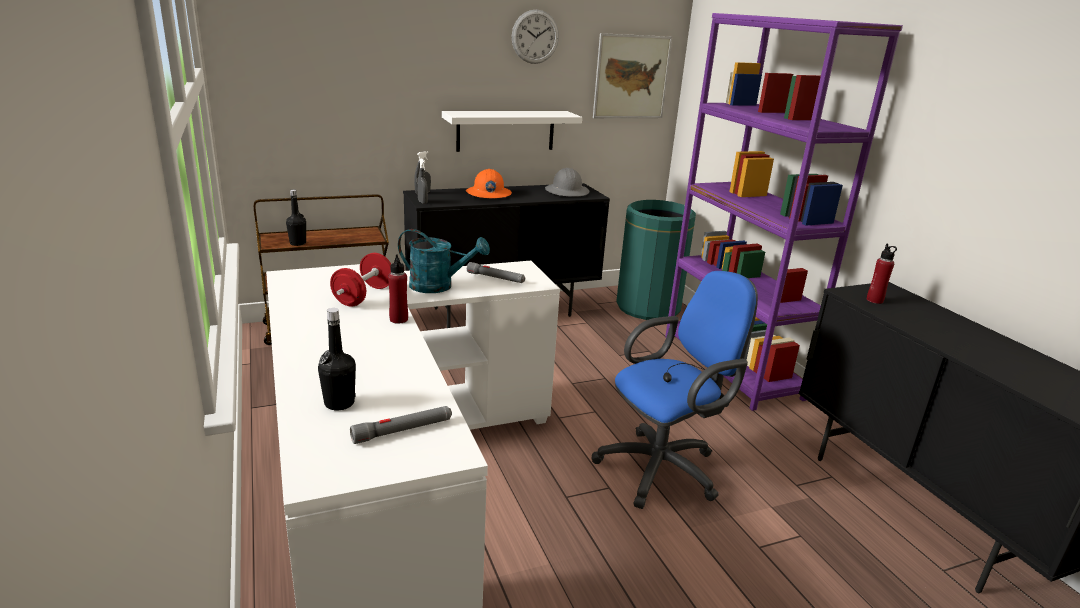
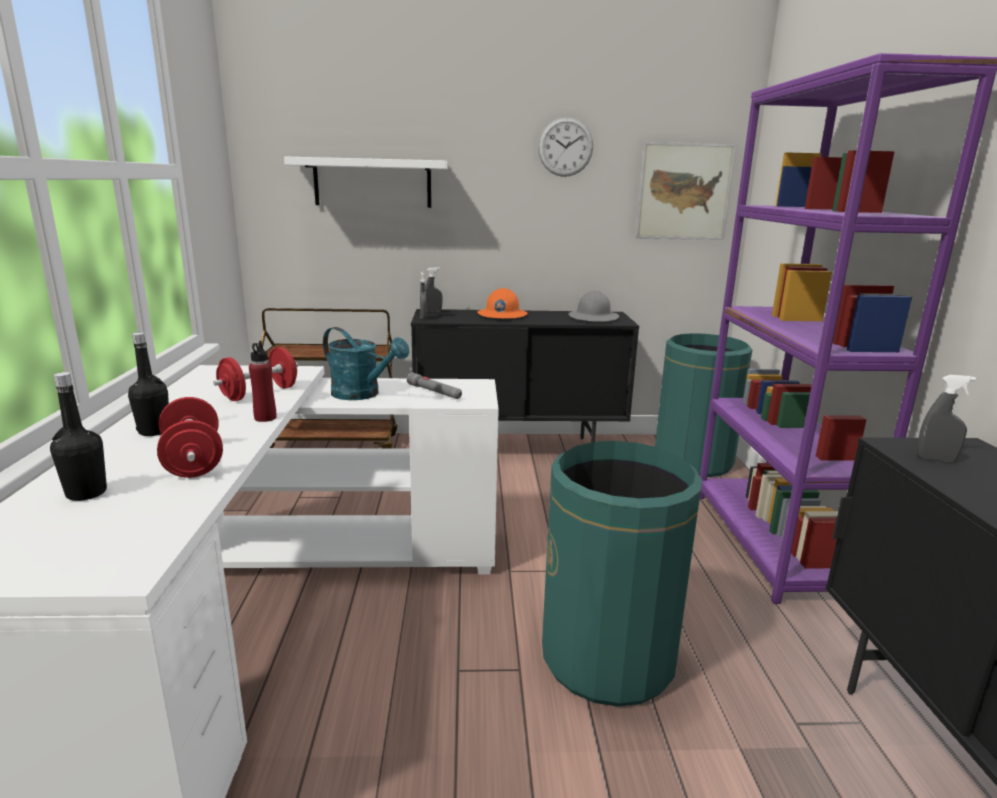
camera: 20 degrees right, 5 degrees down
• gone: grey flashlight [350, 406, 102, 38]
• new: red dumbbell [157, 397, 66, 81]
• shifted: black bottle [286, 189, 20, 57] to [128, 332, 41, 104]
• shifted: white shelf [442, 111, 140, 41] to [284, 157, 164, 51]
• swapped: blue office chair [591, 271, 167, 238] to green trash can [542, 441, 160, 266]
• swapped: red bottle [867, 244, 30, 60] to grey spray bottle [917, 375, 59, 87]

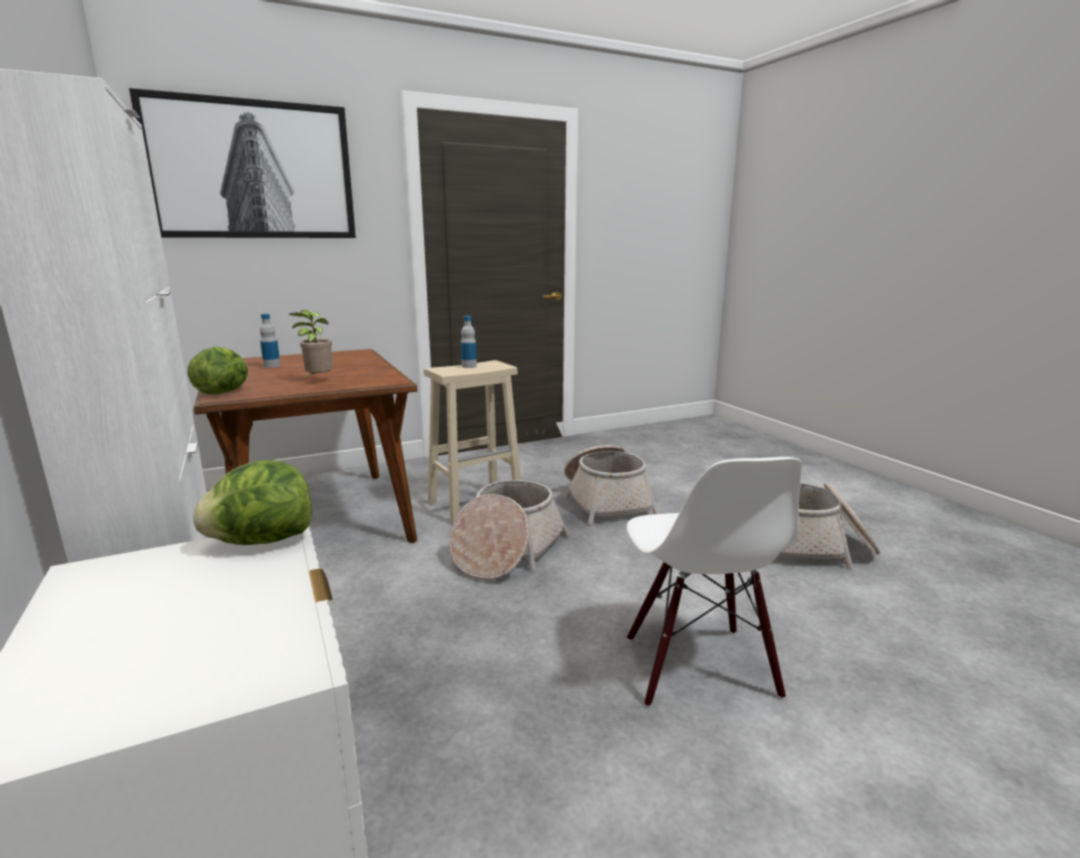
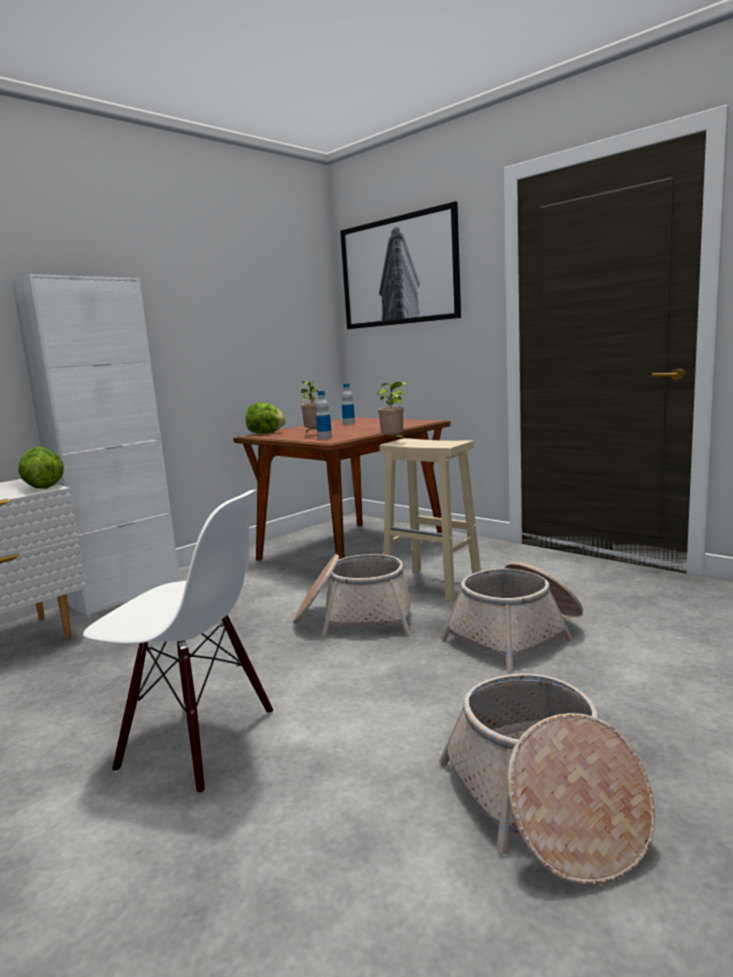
camera: 70 degrees right, 5 degrees down
• new: potted plant [377, 382, 31, 57]
• shifted: bottle [461, 316, 16, 52] to [316, 390, 16, 49]
• rotated: white chair [627, 457, 175, 250] = [83, 490, 190, 304] 135 degrees counterclockwise

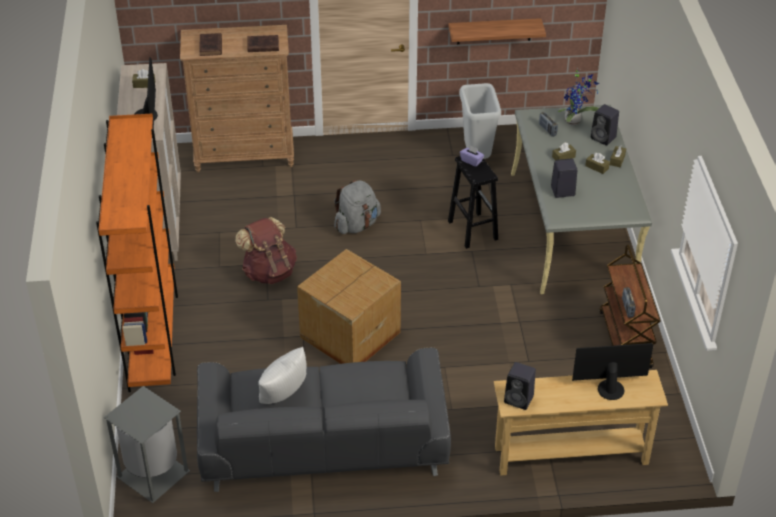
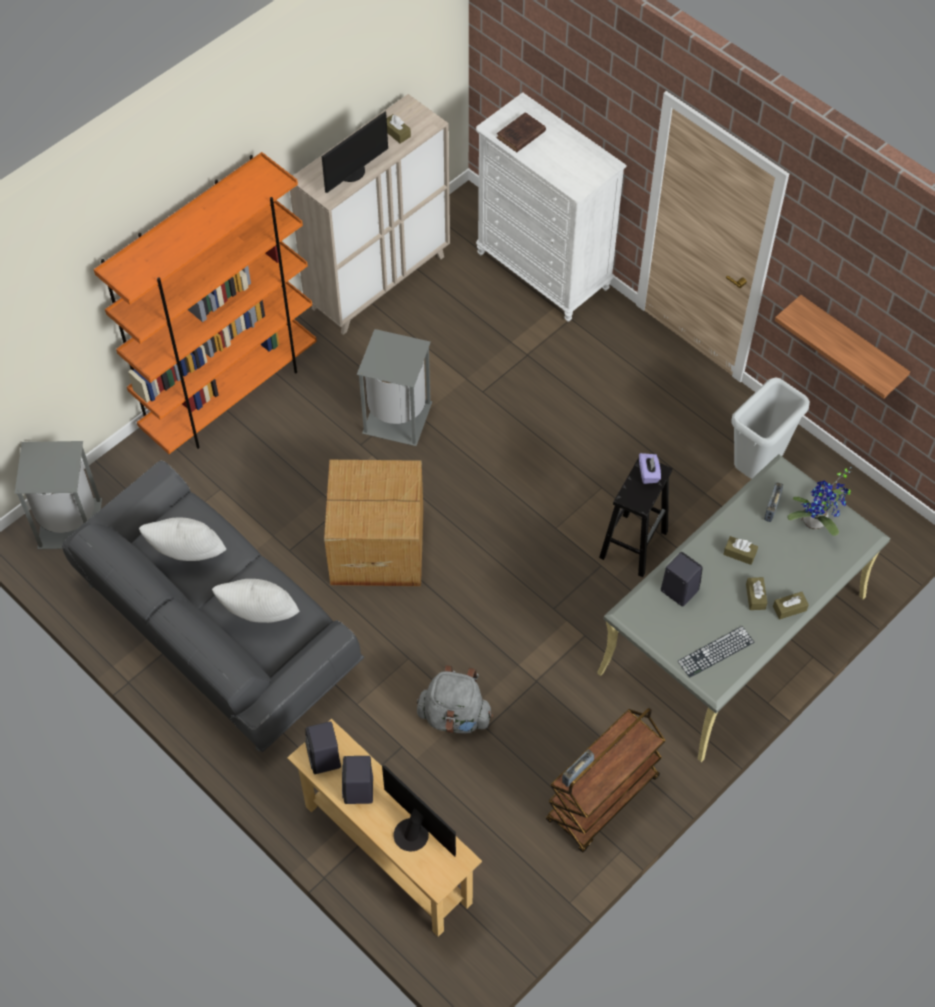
camera: 50 degrees right, 15 degrees up
• gone: brown book [247, 35, 32, 17]
• new: white pillow [212, 579, 88, 44]
• new: keyboard [678, 626, 77, 52]
• shifted: grey backpack [334, 180, 47, 54] to [417, 665, 76, 69]
• shifted: black speaker [591, 104, 28, 41] to [342, 756, 31, 48]
• swapped: brown backpack [235, 217, 62, 67] to grey trash can [357, 329, 76, 117]
• repainted: brown dresser [180, 25, 114, 147] to white dresser [476, 92, 151, 230]

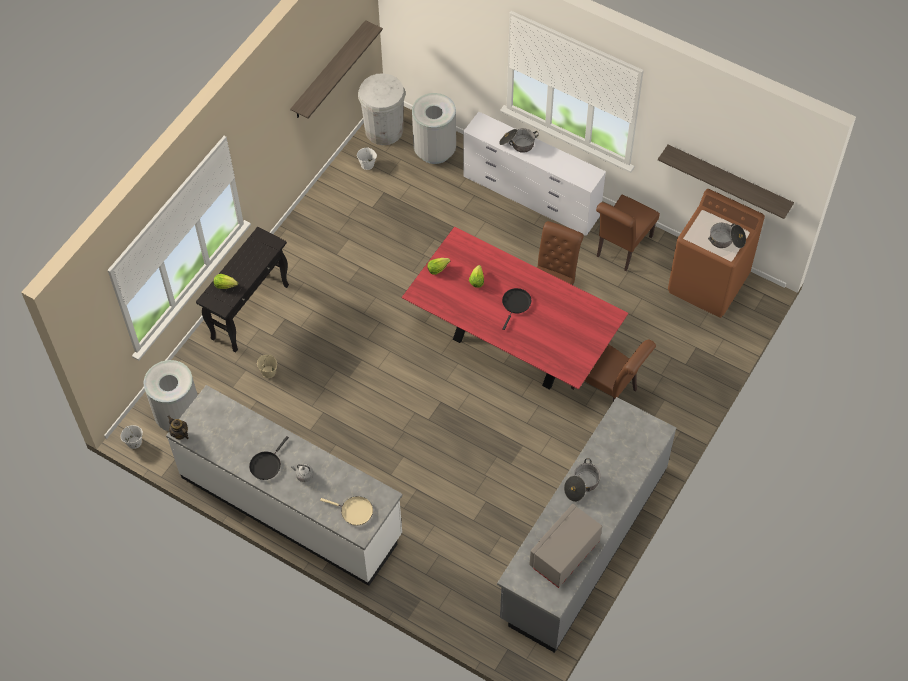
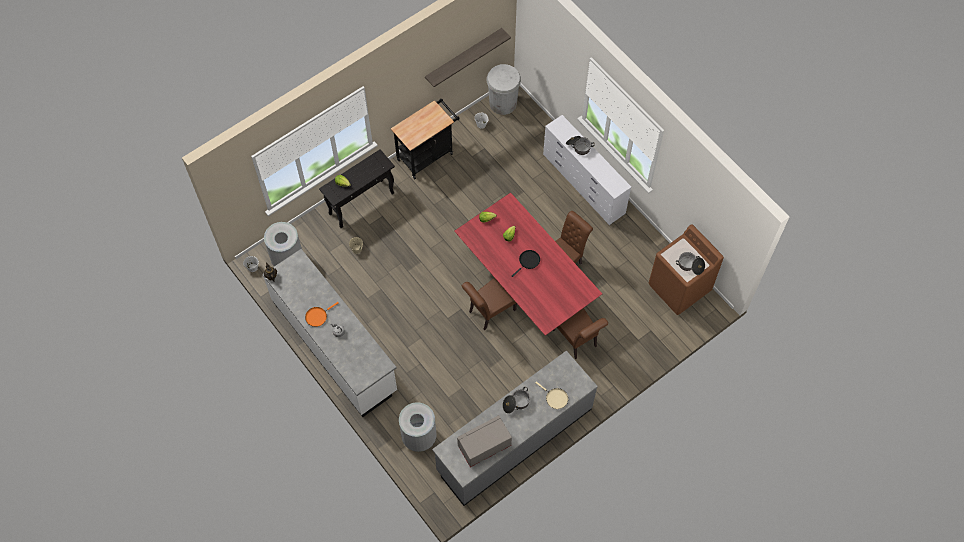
camera: 20 degrees right, 5 degrees up
• gone: shelf [658, 145, 136, 74]
• new: black cart [391, 99, 68, 80]
• shifted: beige frying pan [320, 496, 53, 30] to [535, 381, 33, 28]
• shifted: grey trash can [412, 93, 44, 71] to [399, 402, 37, 50]
• shifted: brown chair [596, 195, 64, 76] to [462, 278, 55, 53]
• repainted: black frying pan [249, 436, 40, 44] to orange frying pan [305, 302, 34, 25]

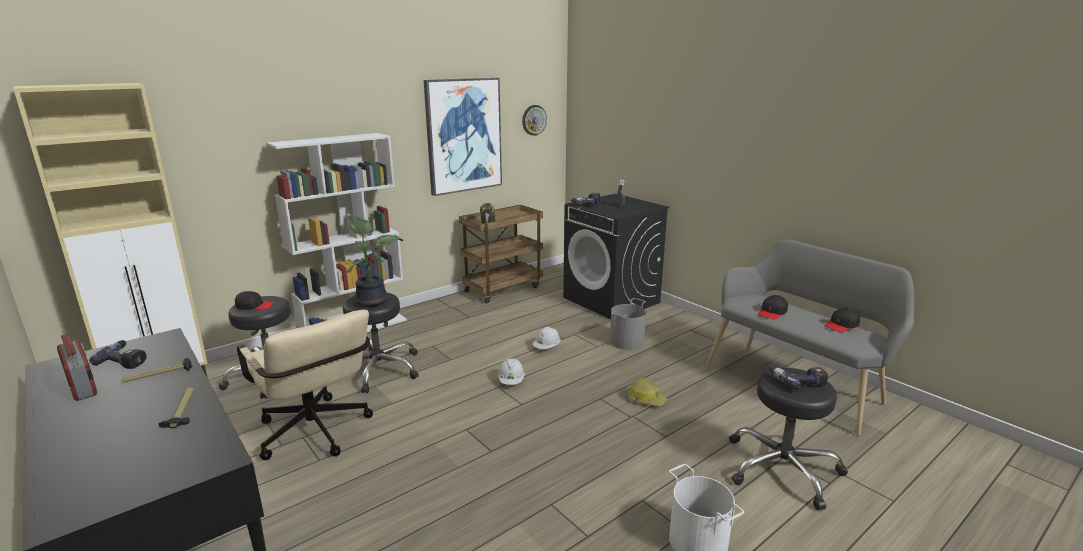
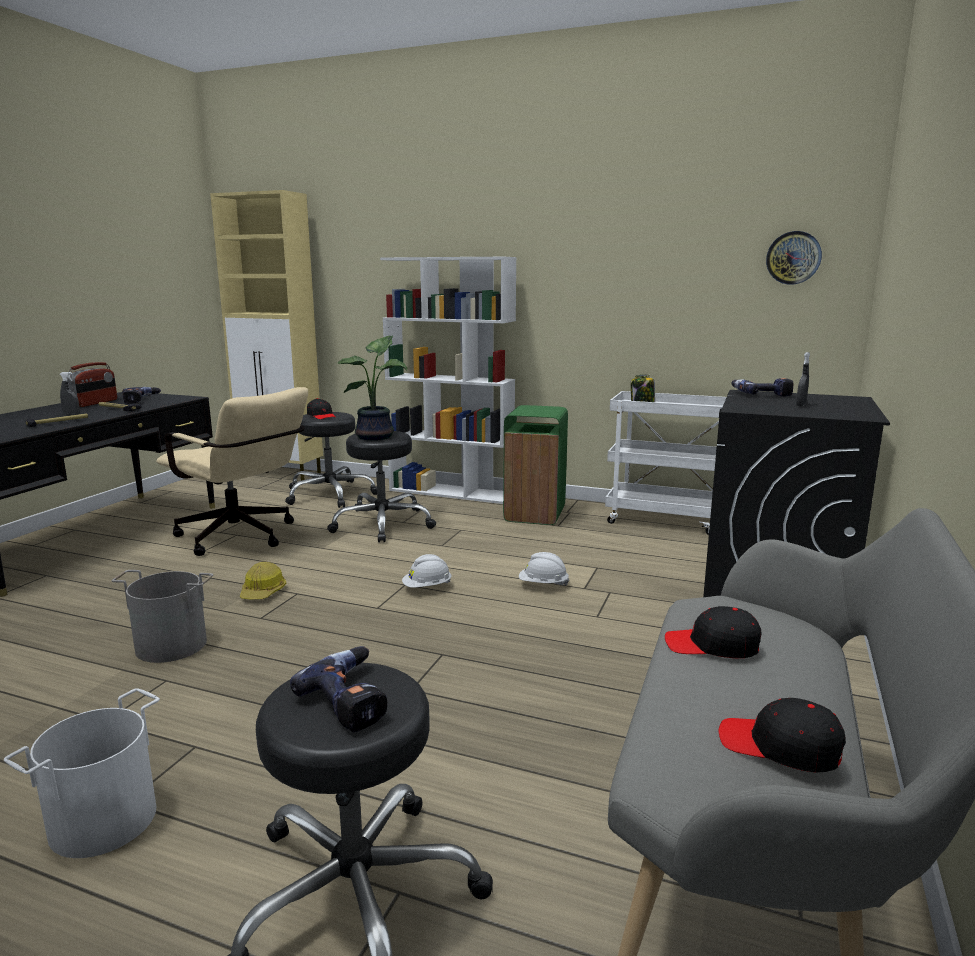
camera: 60 degrees right, 5 degrees down
• gone: picture [424, 78, 78, 118]
• new: grey spray bottle [60, 372, 20, 43]
• new: green trash can [503, 405, 65, 120]
• shifted: grey bucket [610, 298, 36, 52] to [112, 570, 101, 93]
• shifted: hard hat [628, 378, 39, 28] to [240, 562, 46, 38]
• repainted: brown cart [459, 205, 84, 98] to white cart [605, 391, 121, 144]
• rotated: beige office chair [237, 310, 136, 150] = [156, 387, 152, 169] 75 degrees counterclockwise

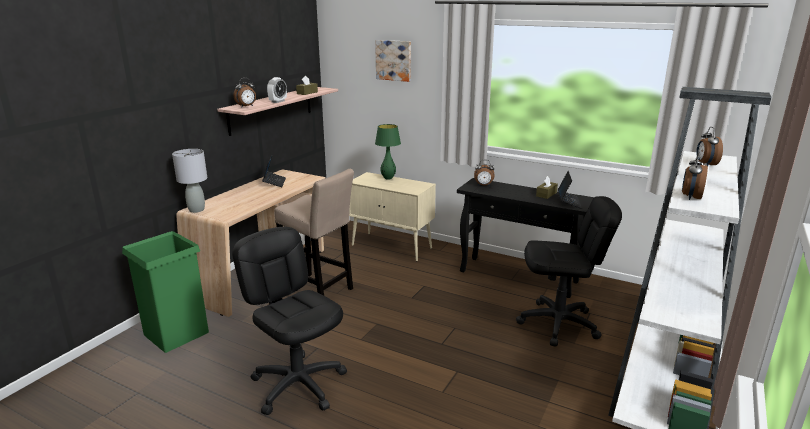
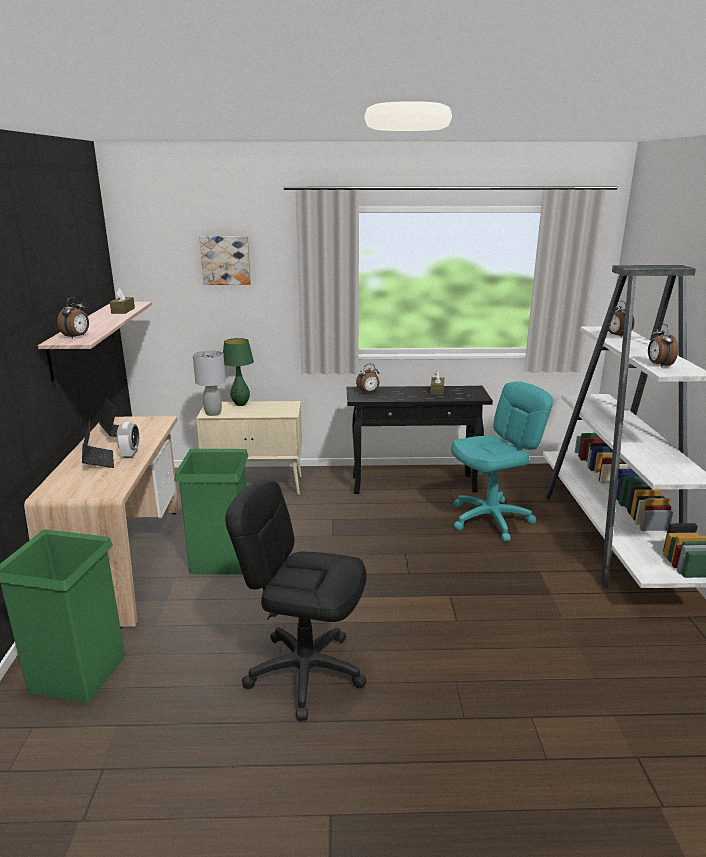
camera: 30 degrees left, 0 degrees up
• shifted: grey table lamp [172, 149, 35, 64] to [193, 350, 33, 66]
• shifted: alarm clock [267, 77, 20, 26] to [117, 422, 22, 36]
• shifted: laptop [558, 171, 24, 38] to [82, 419, 32, 49]
• swapped: beige stool [274, 169, 80, 126] to green trash can [174, 449, 74, 126]
• repainted: black office chair [516, 196, 106, 151] to turquoise office chair [451, 381, 102, 161]

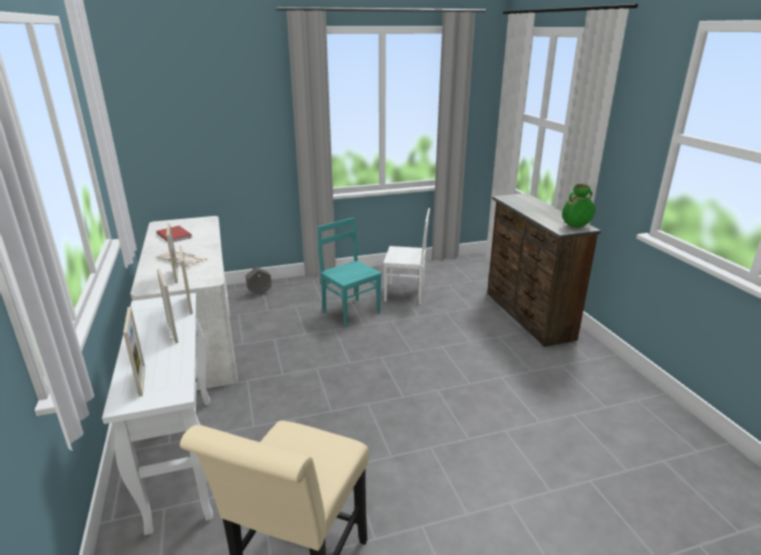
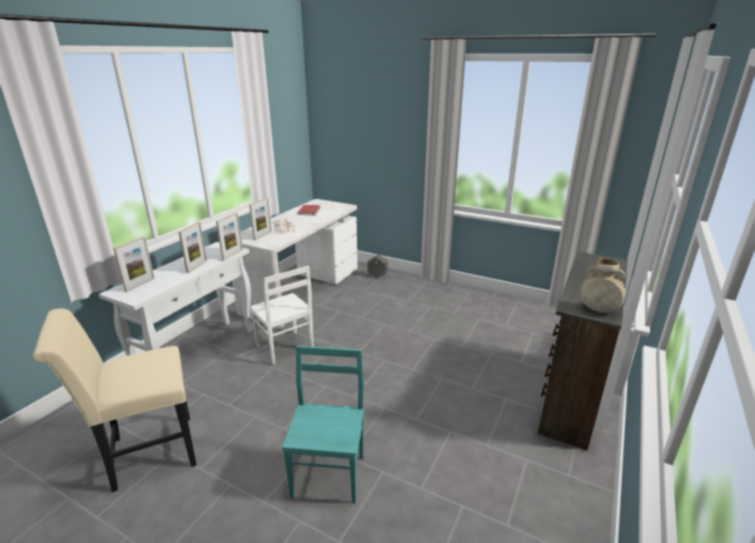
camera: 45 degrees right, 0 degrees up
• shifted: turquoise chair [317, 217, 65, 110] to [282, 346, 82, 158]
• shifted: white chair [383, 208, 47, 96] to [250, 266, 64, 99]
• repainted: green vase [562, 184, 33, 43] to beige vase [580, 258, 46, 55]

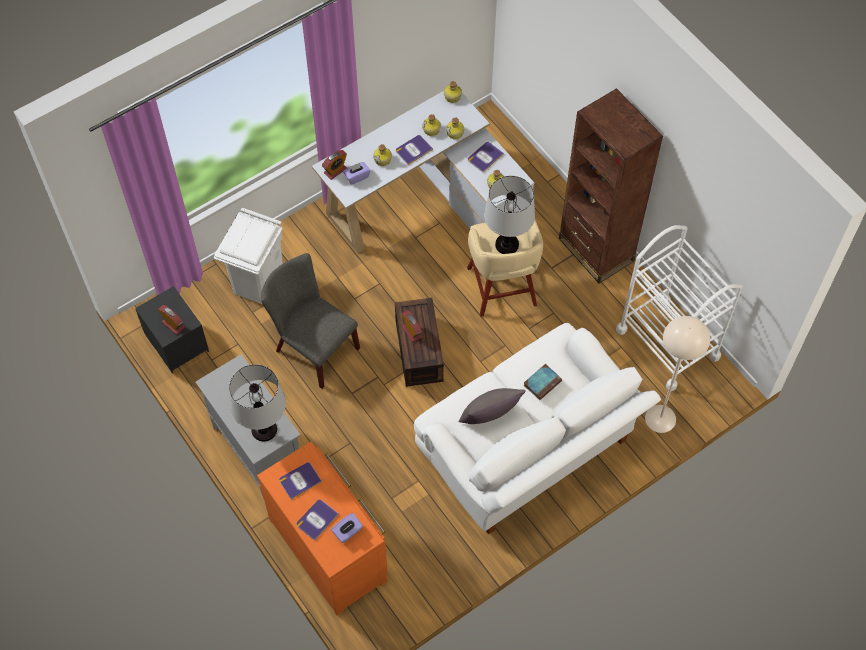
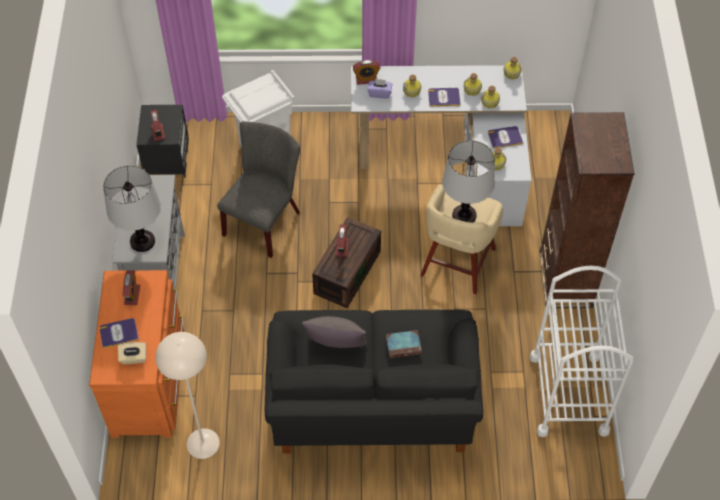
camera: 35 degrees right, 5 degrees down
• shifted: beige floor lamp [645, 316, 65, 117] to [155, 332, 65, 127]
• swapped: book [279, 462, 43, 38] to alarm clock [123, 270, 17, 35]
• repainted: purple tissue box [331, 513, 32, 30] to beige tissue box [118, 342, 28, 22]
• repainted: white sofa [414, 323, 247, 211] to black sofa [265, 310, 219, 144]
• rotated: grey chair [261, 253, 99, 136] = [217, 121, 83, 137] 45 degrees clockwise

